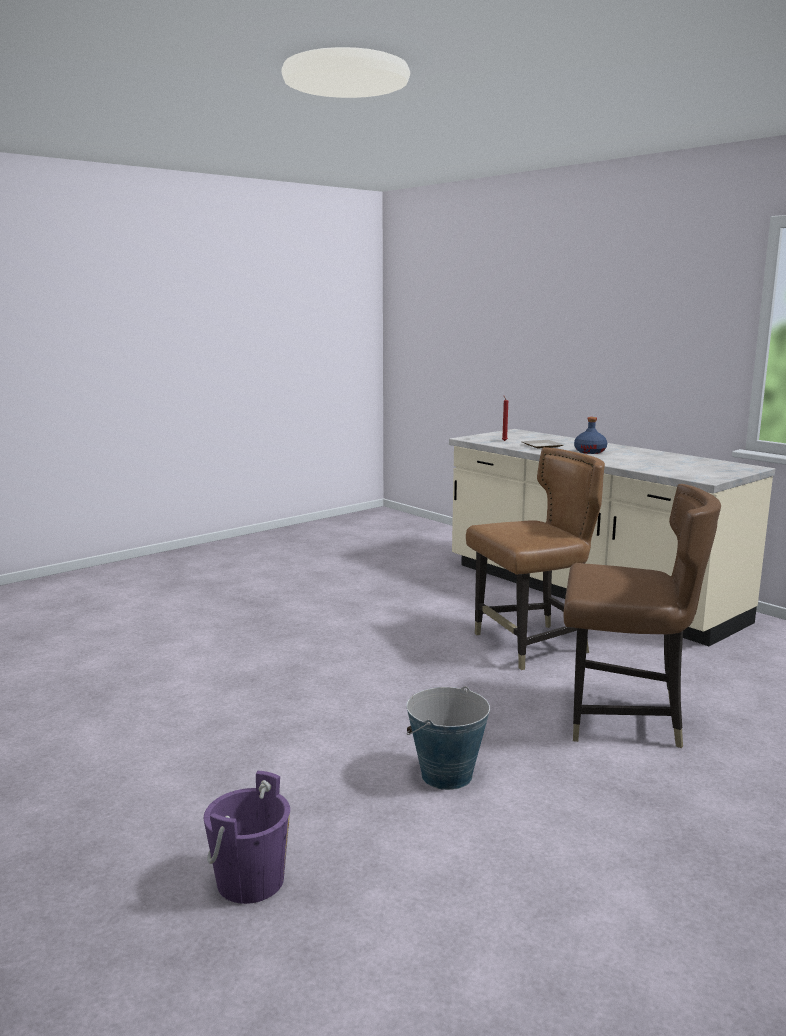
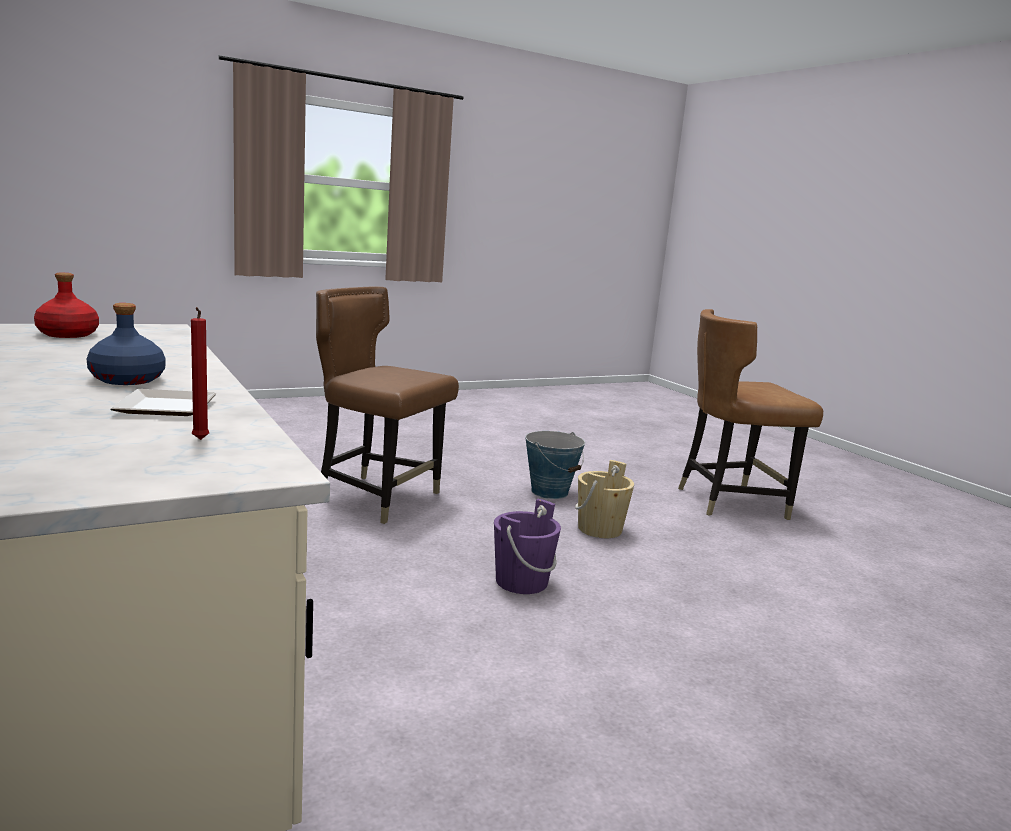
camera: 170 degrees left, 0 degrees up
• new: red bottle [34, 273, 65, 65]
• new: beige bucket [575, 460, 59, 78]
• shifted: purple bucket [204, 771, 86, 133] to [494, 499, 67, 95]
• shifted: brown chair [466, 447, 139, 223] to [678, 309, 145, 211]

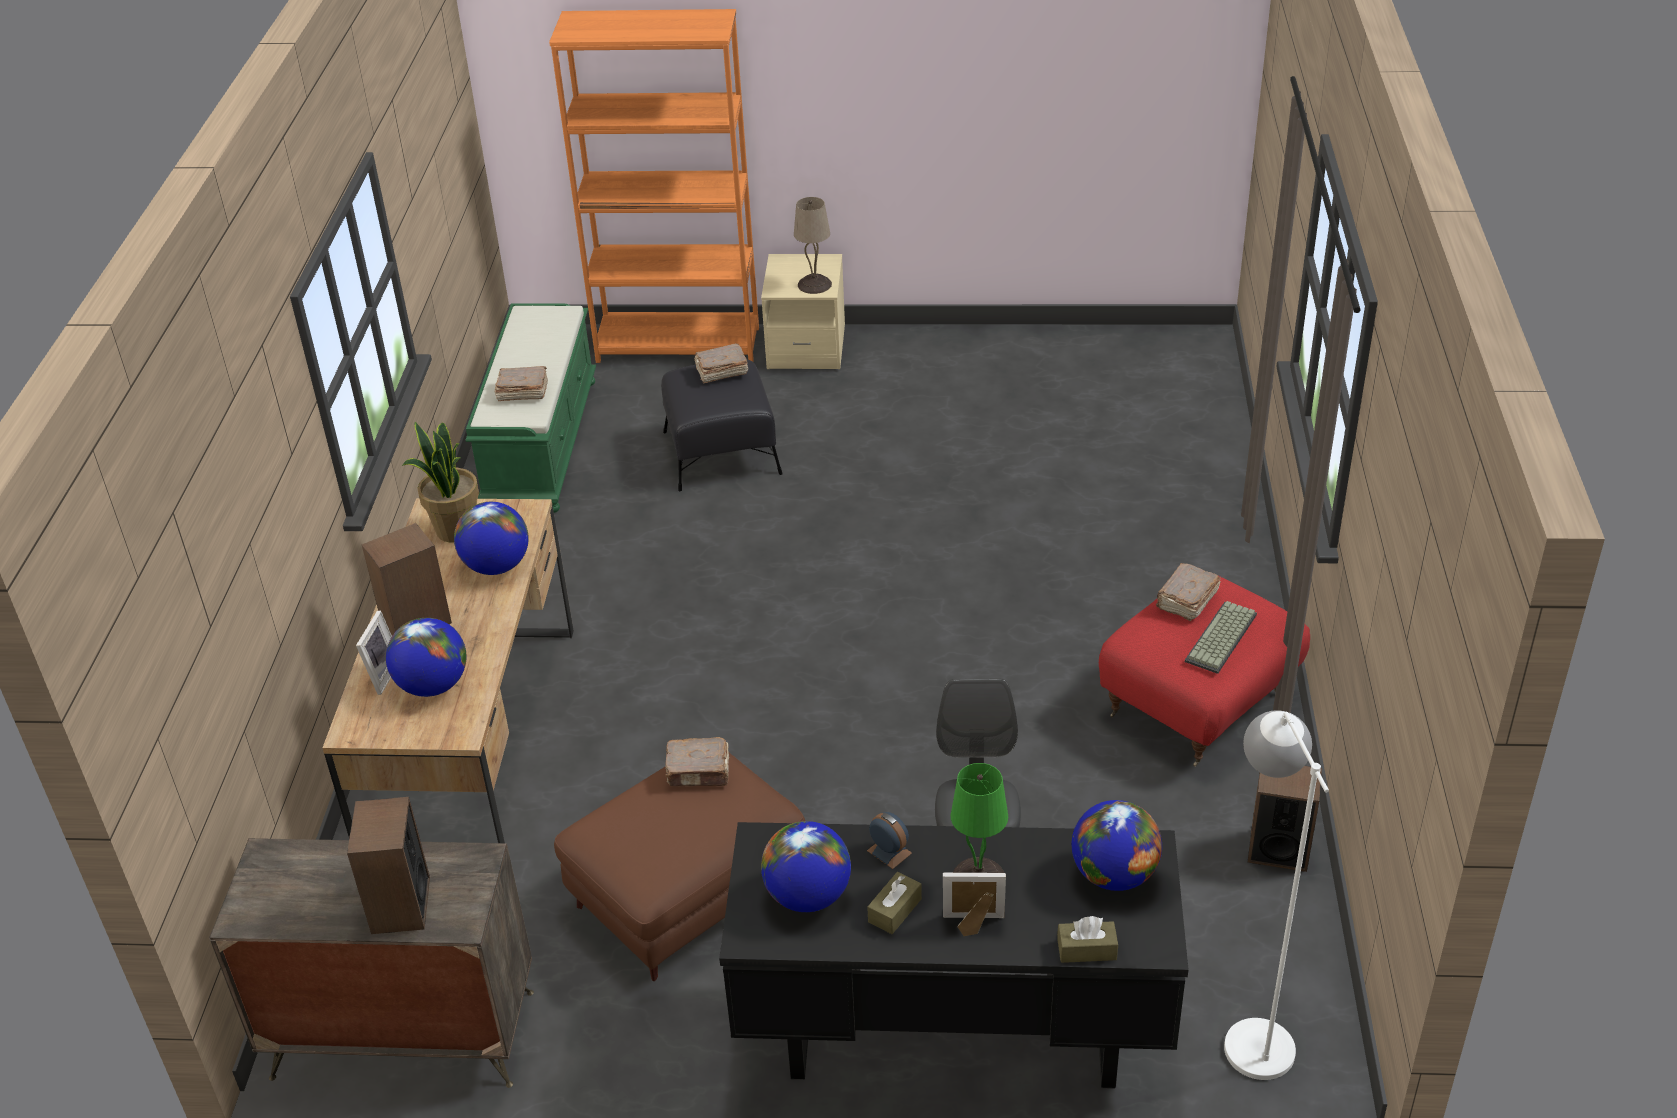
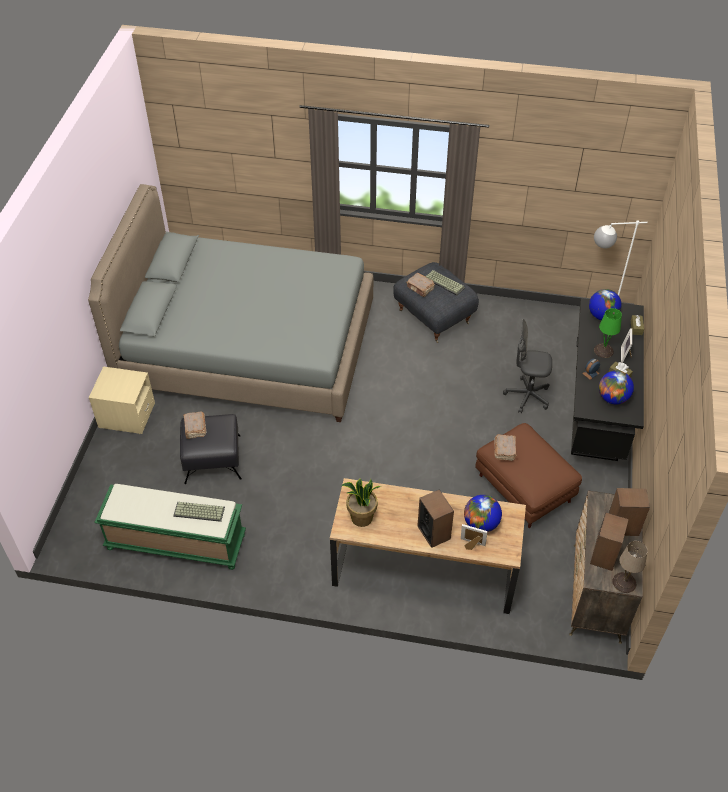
camera: 85 degrees left, 10 degrees up
• gone: globe [454, 502, 75, 73]
• gone: orange bookcase [549, 9, 210, 354]
• new: grey bed [88, 184, 285, 238]
• shifted: beige table lamp [794, 197, 38, 97] to [613, 541, 35, 52]
• shifted: speaker [1248, 766, 74, 106] to [590, 512, 39, 59]
• swapped: brown book [495, 366, 53, 35] to keyboard [173, 502, 52, 20]
• repainted: red ottoman [1099, 576, 211, 191] to grey ottoman [393, 262, 86, 81]

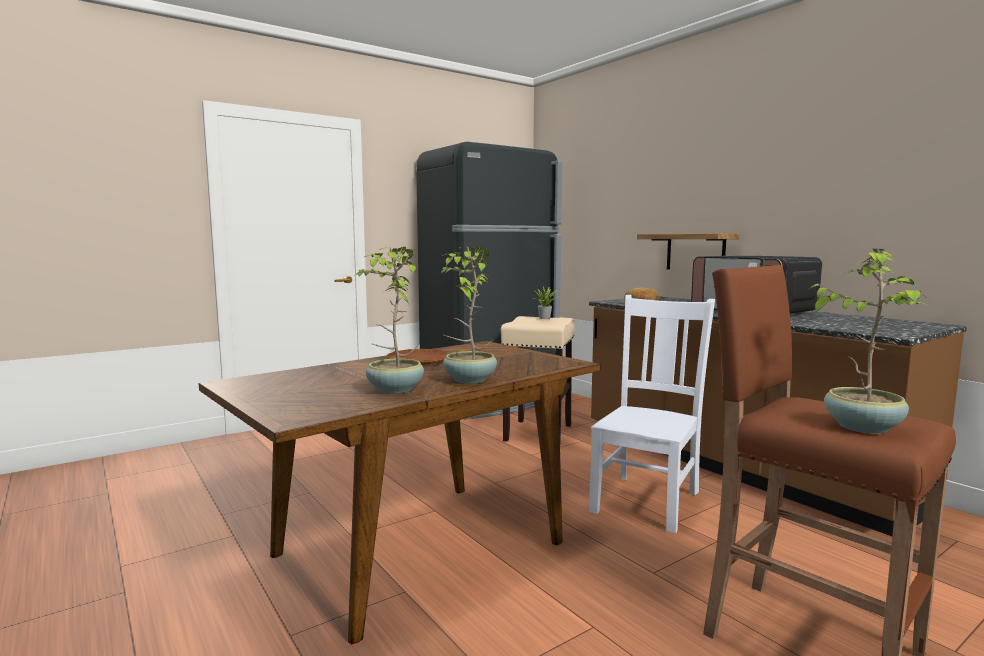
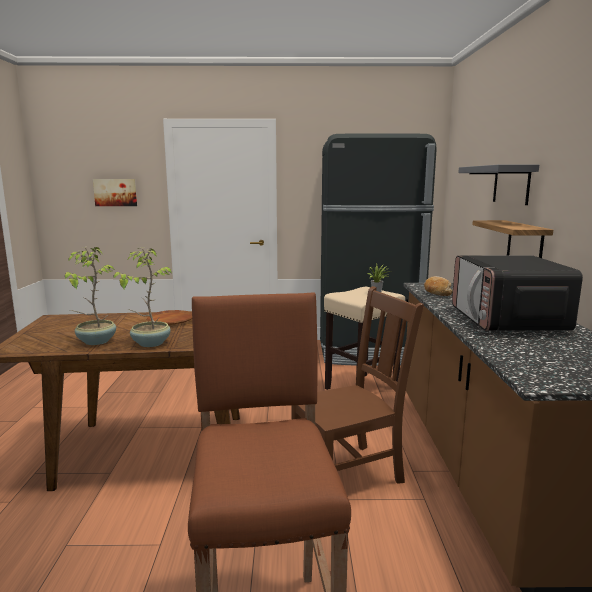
camera: 35 degrees right, 5 degrees up
• gone: potted plant [807, 249, 122, 185]
• new: picture [93, 179, 44, 27]
• new: grey shelf [458, 164, 81, 41]
• repainted: white chair [589, 295, 126, 238] to brown chair [291, 286, 133, 198]

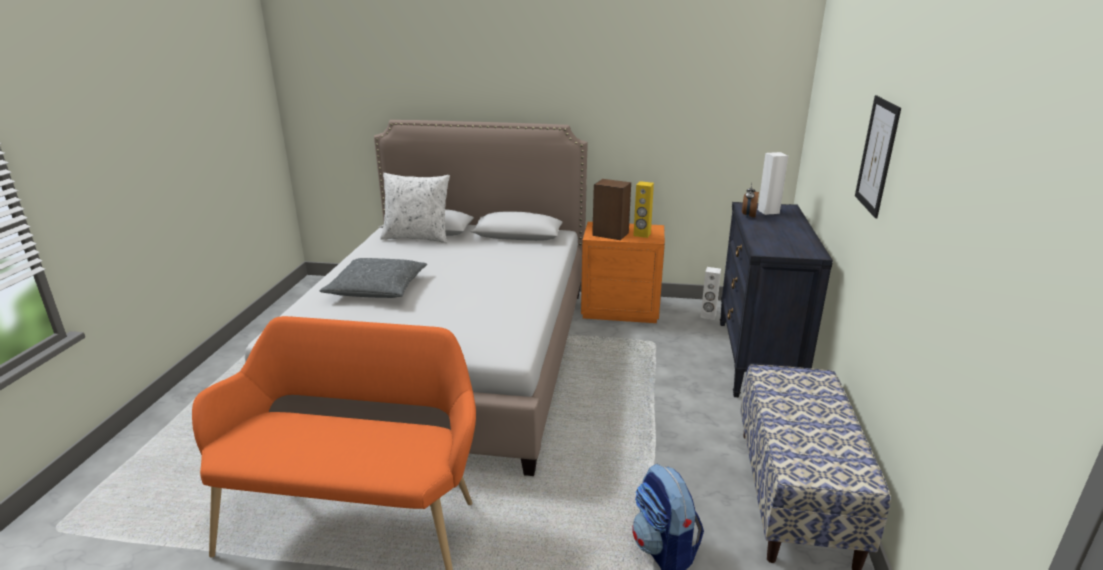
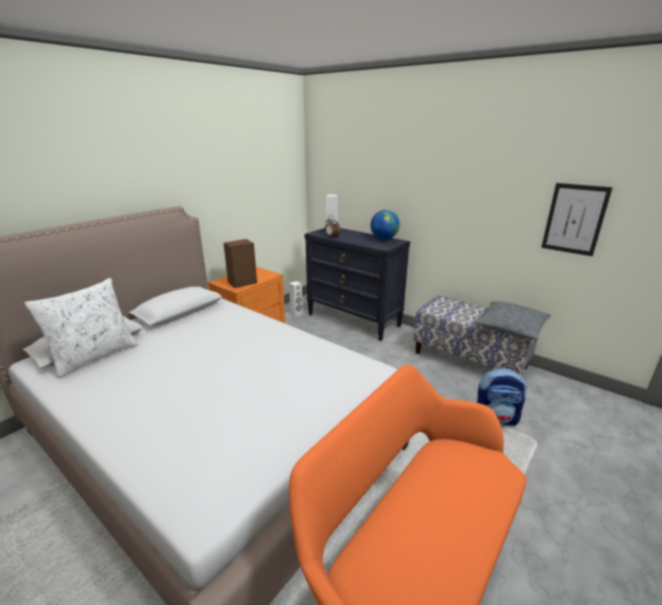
camera: 60 degrees left, 0 degrees up
• gone: yellow speaker [633, 181, 21, 57]
• new: globe [370, 210, 30, 30]
• shifted: grey pillow [319, 258, 108, 40] to [474, 301, 77, 39]
• shifted: picture [855, 95, 46, 123] to [541, 183, 72, 73]

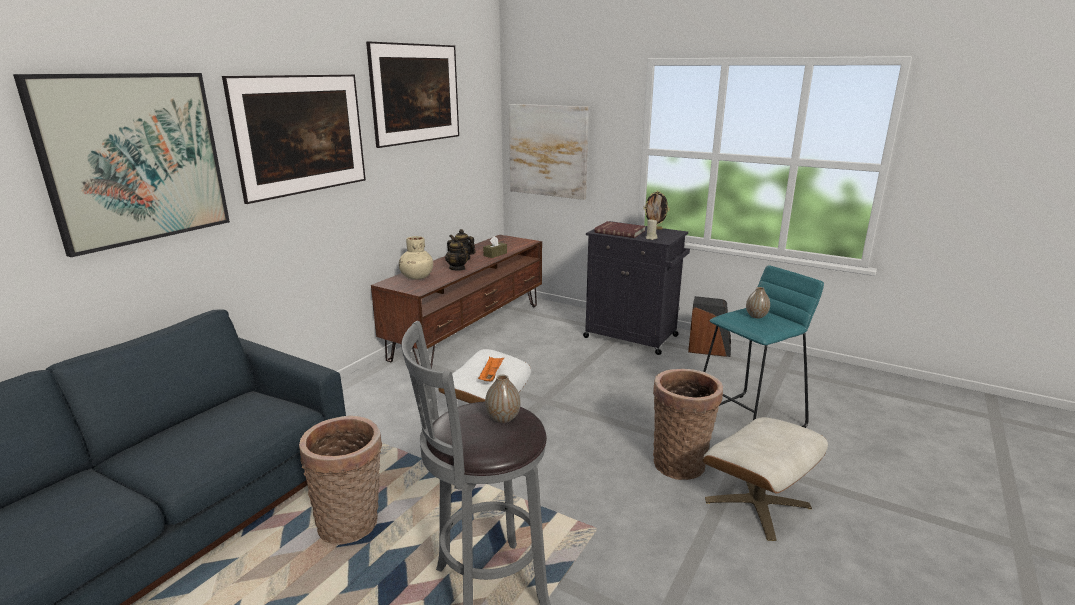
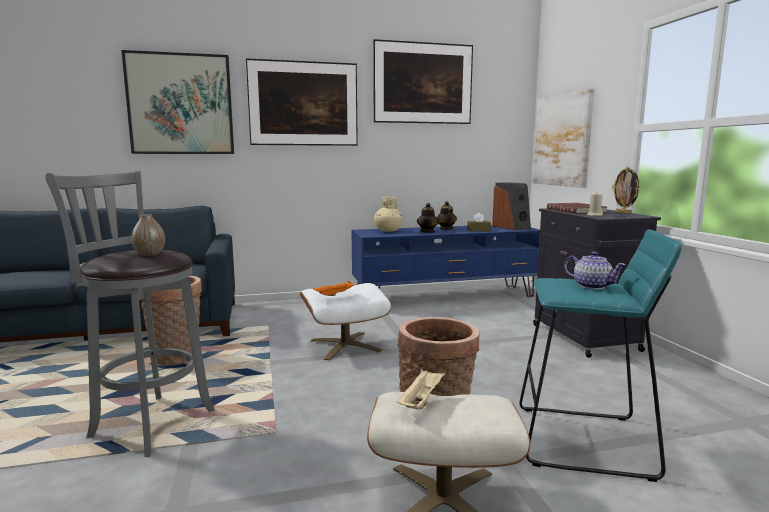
camera: 45 degrees right, 10 degrees down
• new: beige tray [397, 369, 49, 41]
• shifted: speaker [688, 296, 43, 61] to [492, 182, 39, 49]
• swapped: vase [746, 287, 24, 31] to teapot [564, 252, 62, 37]
• repainted: brown tv stand [371, 235, 171, 134] to blue tv stand [351, 225, 189, 72]

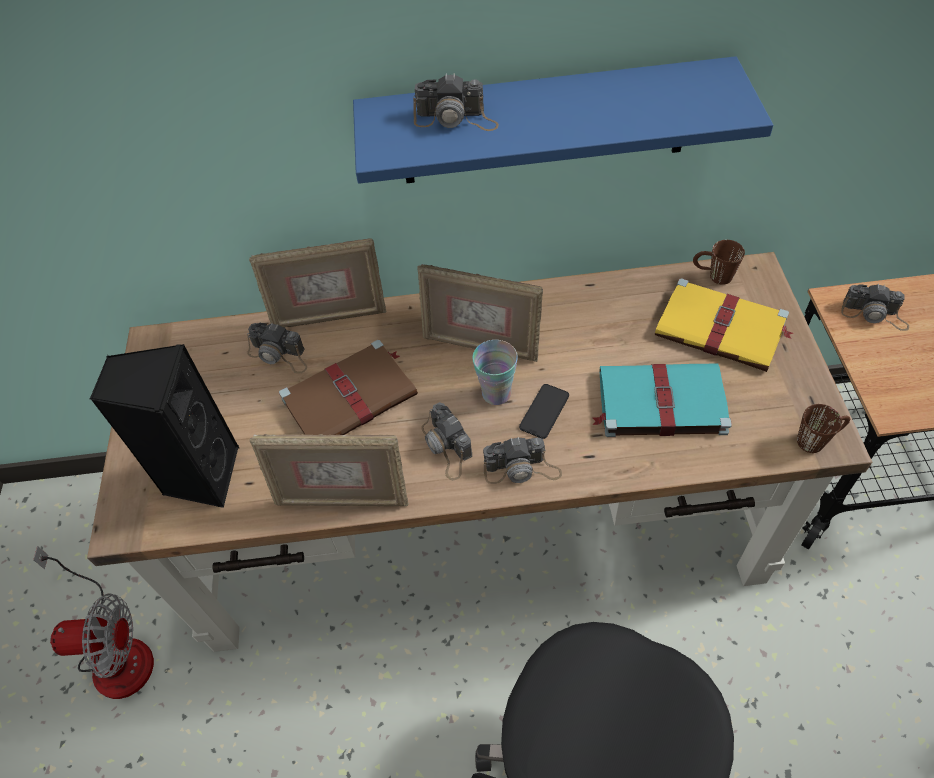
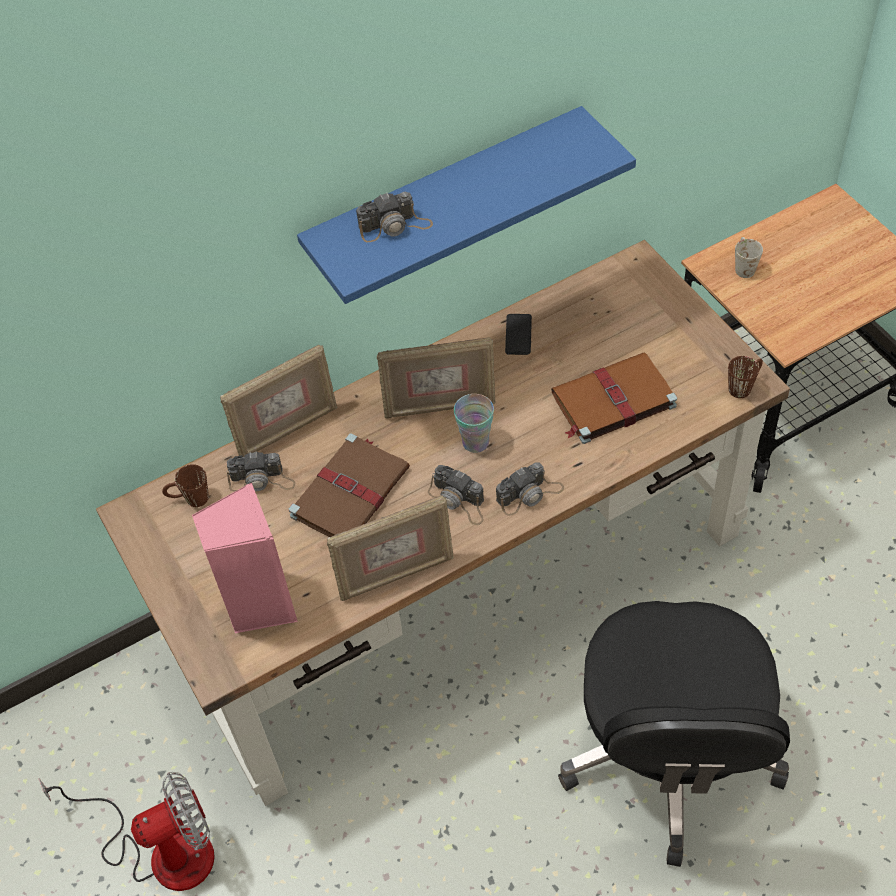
camera: 25 degrees left, 0 degrees up
• gone: yellow book [655, 278, 138, 94]
• shifted: phone [519, 384, 50, 55] to [505, 314, 27, 41]
• shifted: brown mug [693, 240, 52, 45] to [162, 464, 47, 43]
• swapped: photo camera [841, 284, 68, 47] to white mug [735, 237, 28, 41]
• repainted: black speaker [90, 344, 149, 164] to pink speaker [192, 482, 106, 151]
• repainted: turquoise book [592, 364, 140, 73] to brown book [551, 352, 126, 92]

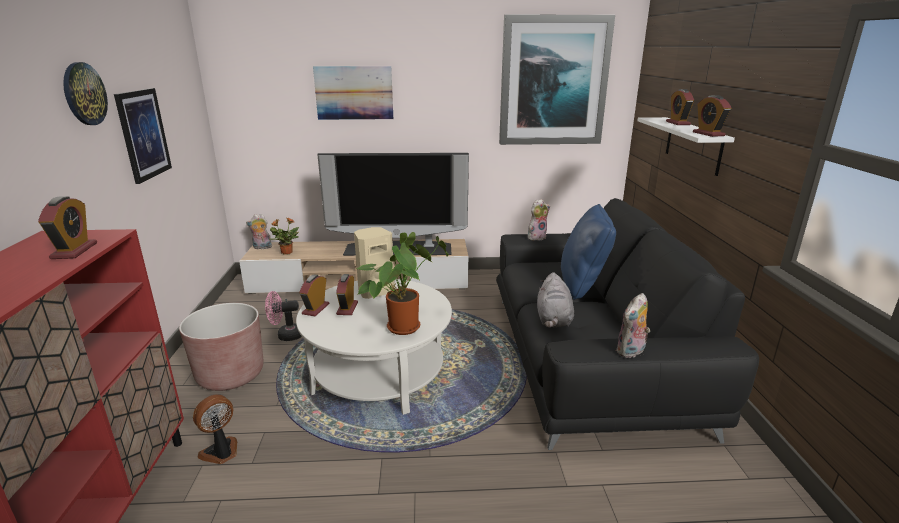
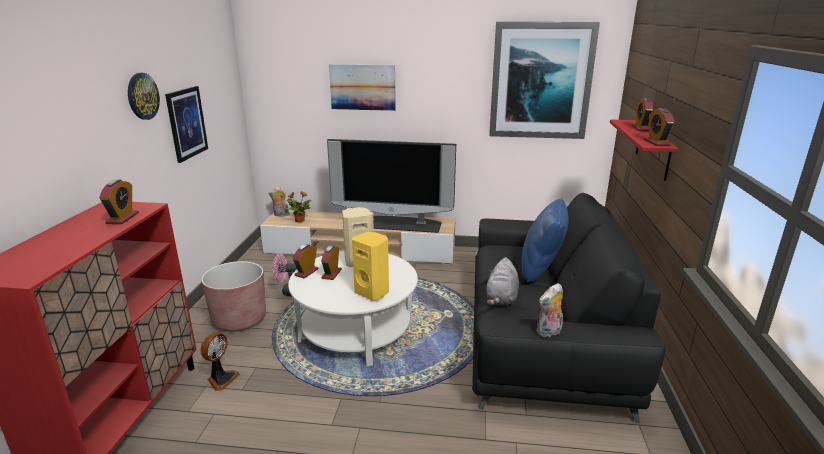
camera: 10 degrees right, 0 degrees up
• gone: plush toy [528, 199, 22, 41]
• swapped: potted plant [355, 232, 94, 103] to yellow speaker [352, 232, 37, 69]
• repainted: white shelf [637, 117, 98, 59] to red shelf [610, 120, 68, 61]
• rotated: fan [193, 394, 44, 70] = [200, 332, 40, 59] 150 degrees clockwise

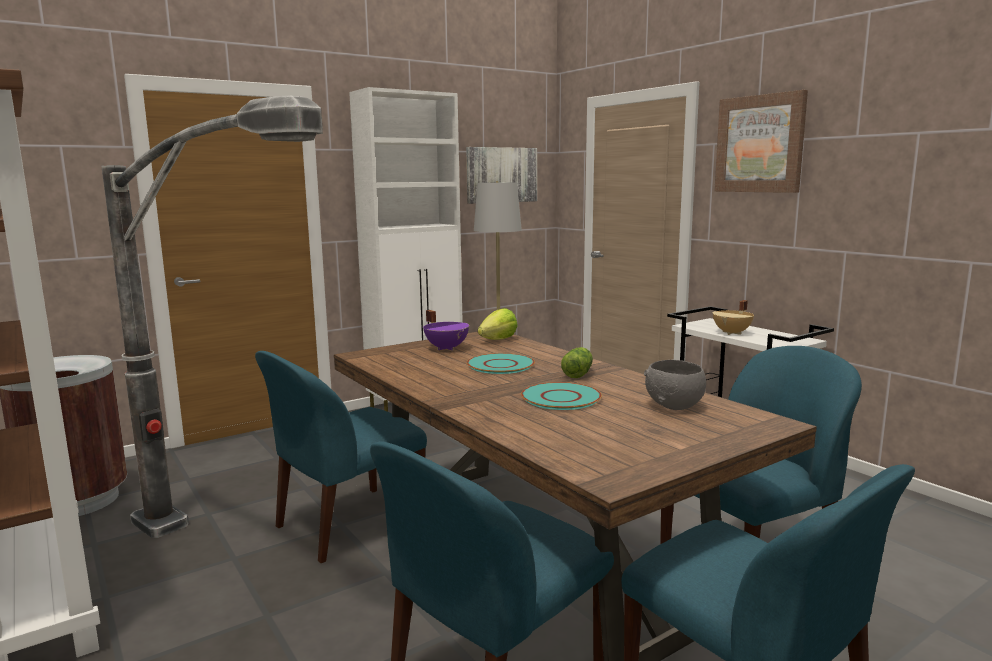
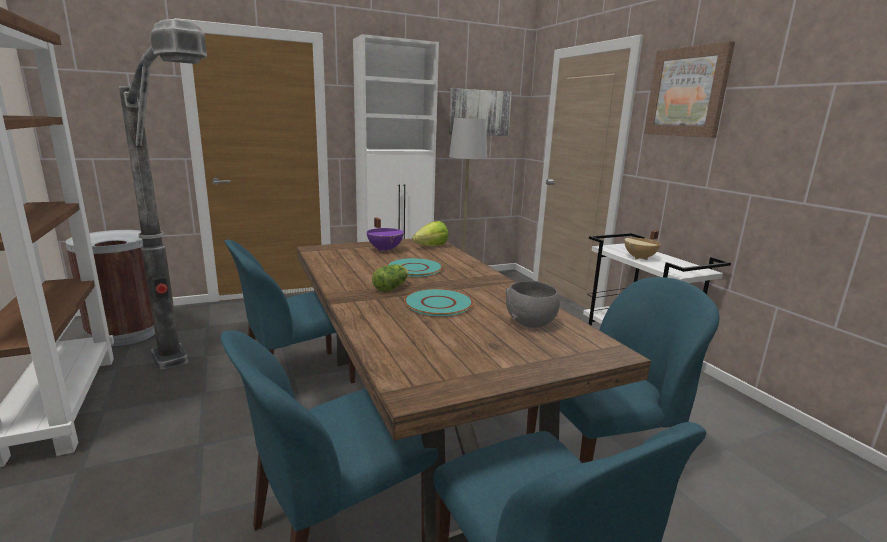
camera: 10 degrees right, 5 degrees up
• shifted: lettuce [561, 347, 32, 31] to [372, 264, 37, 28]

